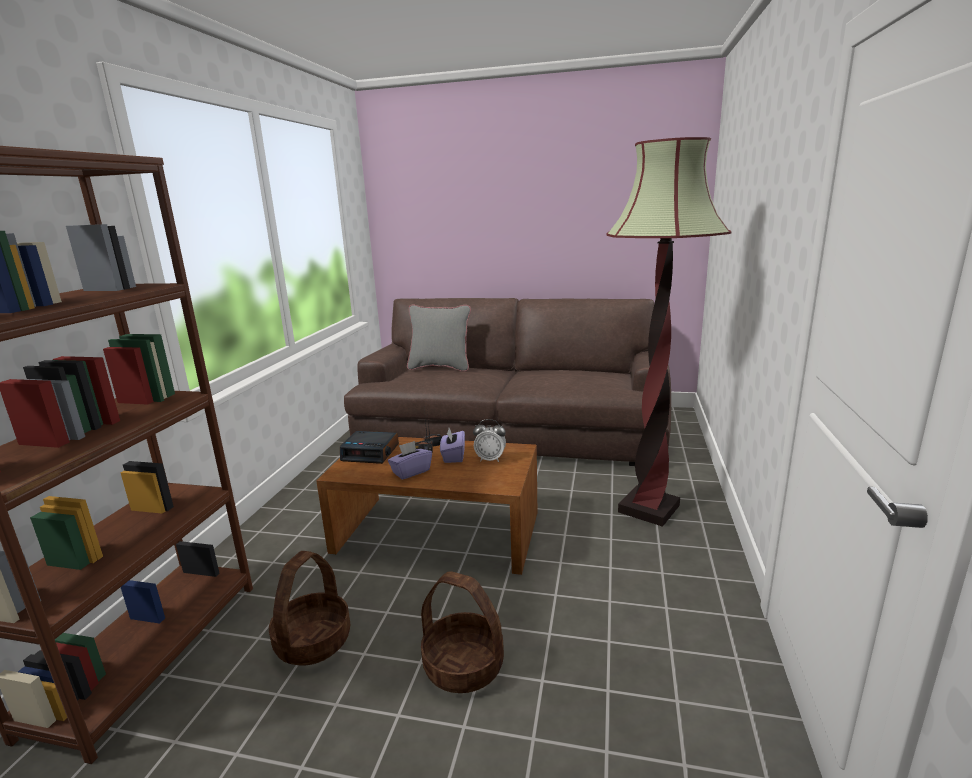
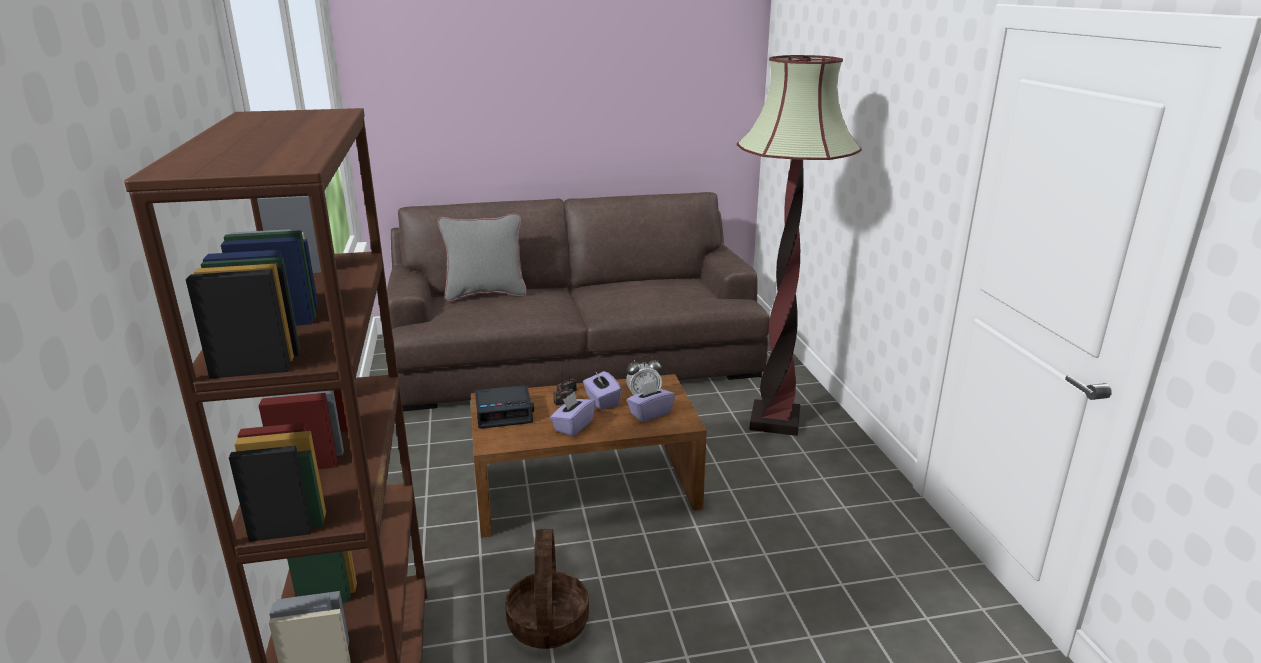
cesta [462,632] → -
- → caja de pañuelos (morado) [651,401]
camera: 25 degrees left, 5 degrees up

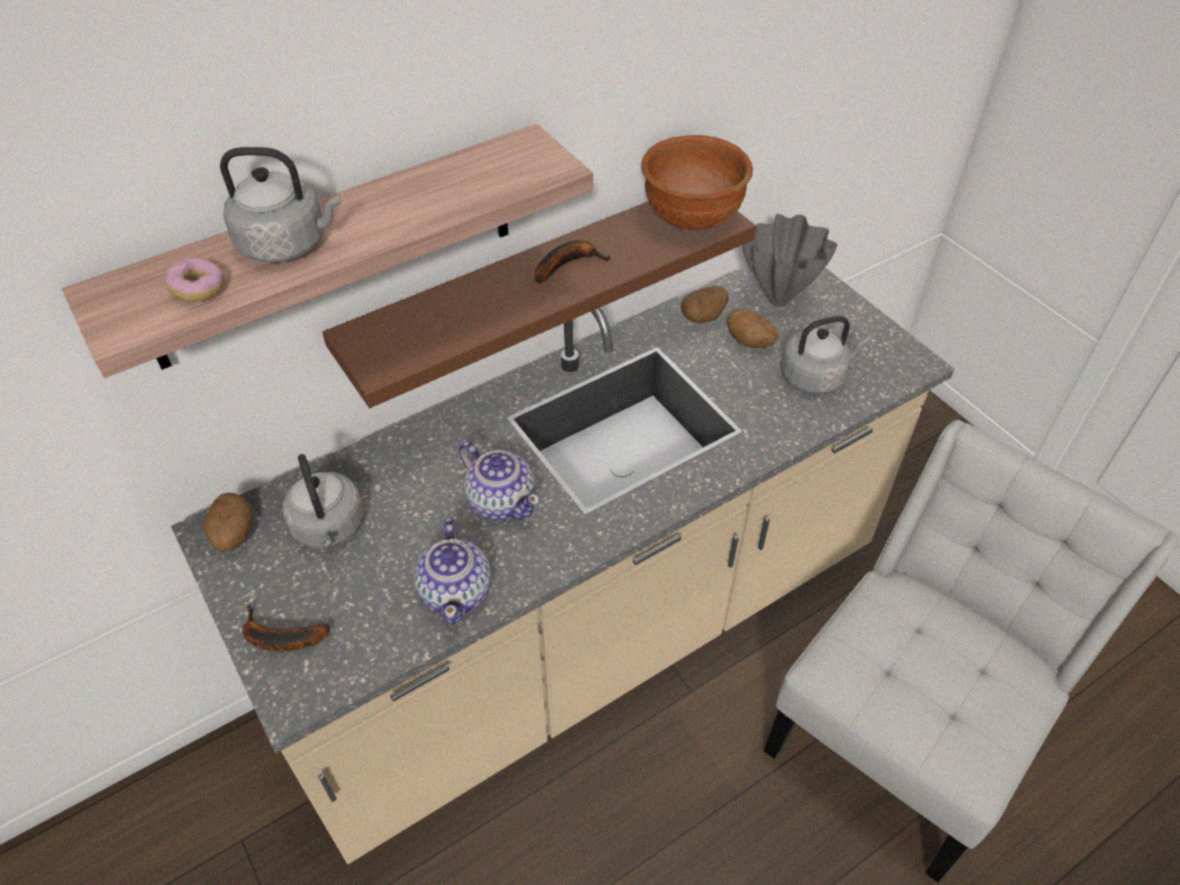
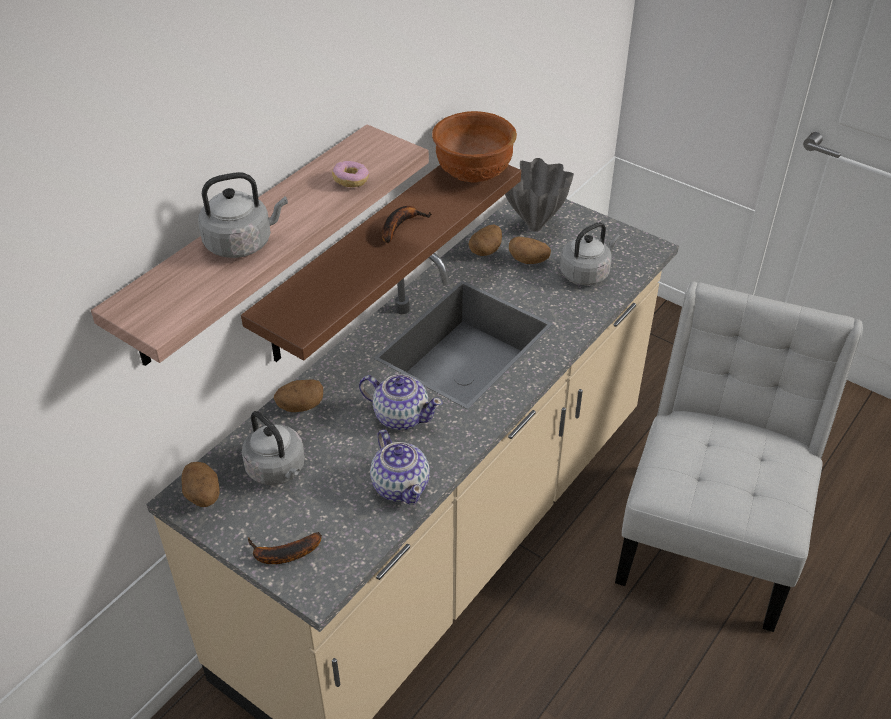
rosquilla [195,280] → rosquilla [350,174], moved
- → patata [298,395]
camera: 20 degrees left, 5 degrees down

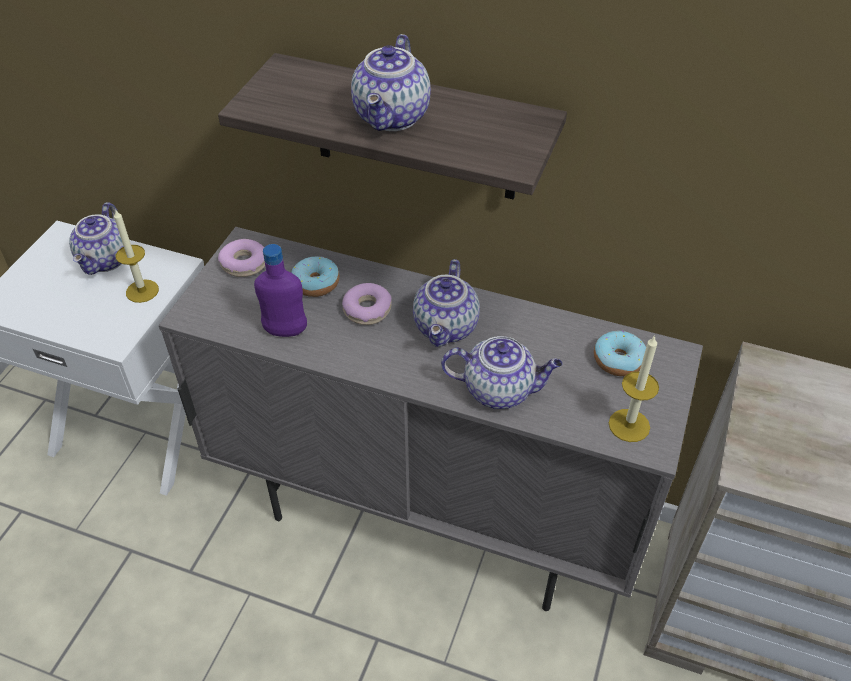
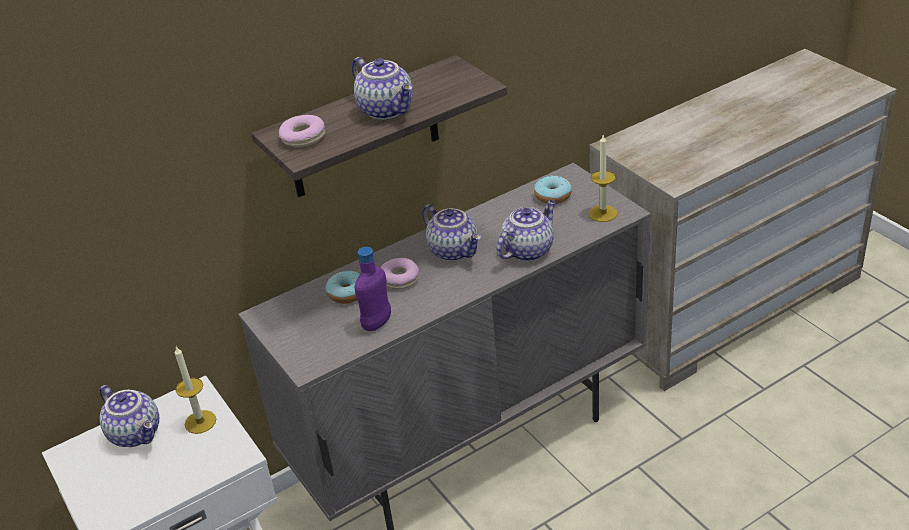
rosquilla [241,258] → rosquilla [302,131], moved
camera: 50 degrees left, 10 degrees down

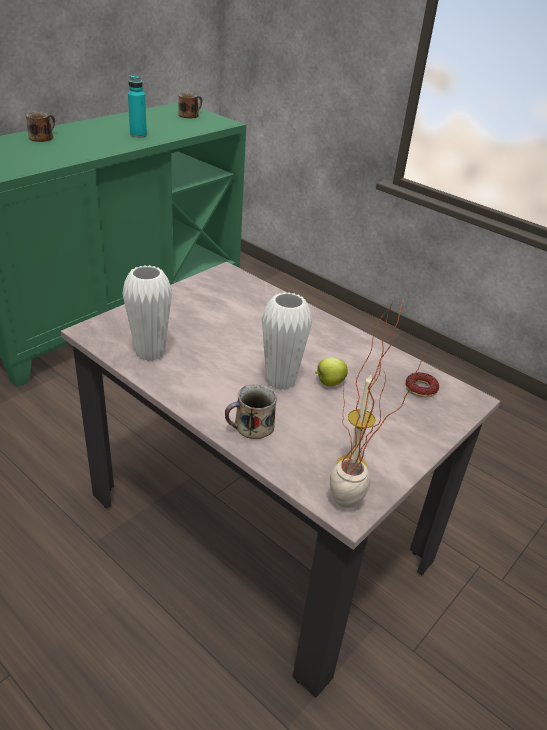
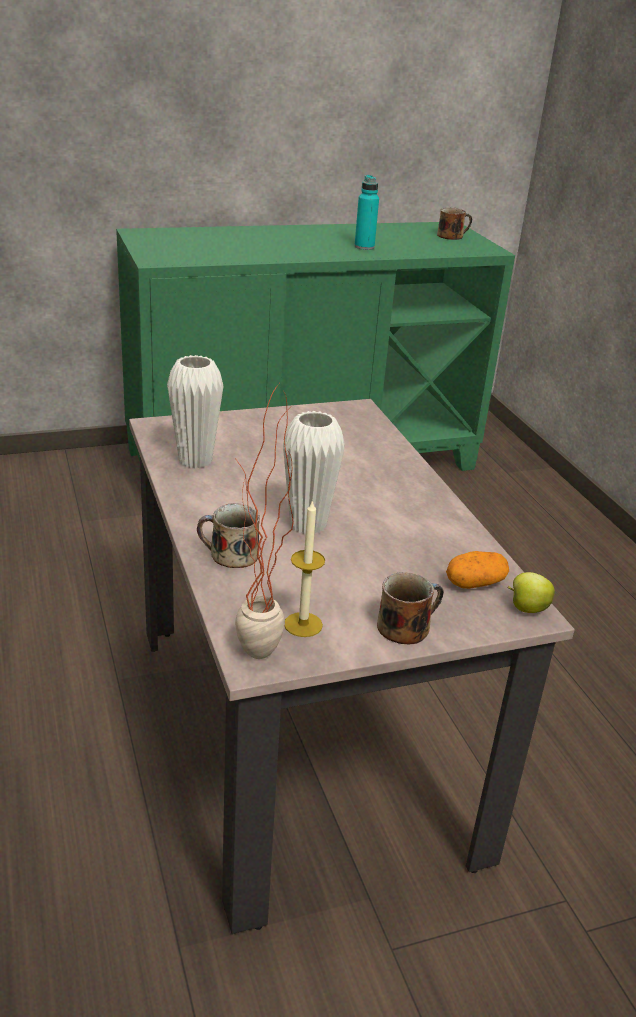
taza grande [40,126] → taza grande [410,608], moved
manzana [331,371] → manzana [531,592], moved
rosquilla [422,385] → patata [477,570]
camera: 30 degrees right, 5 degrees down

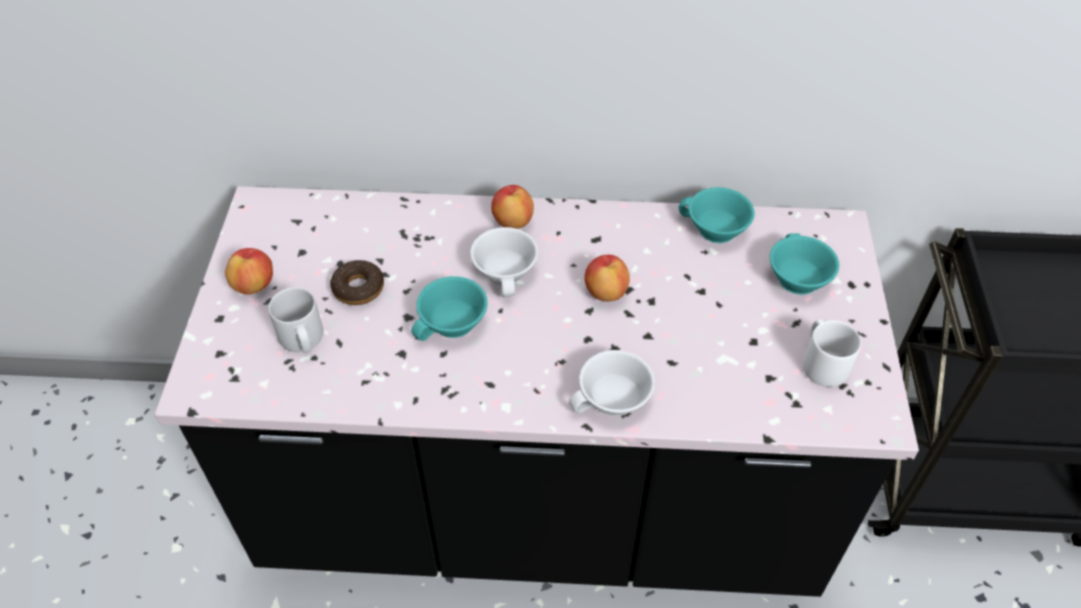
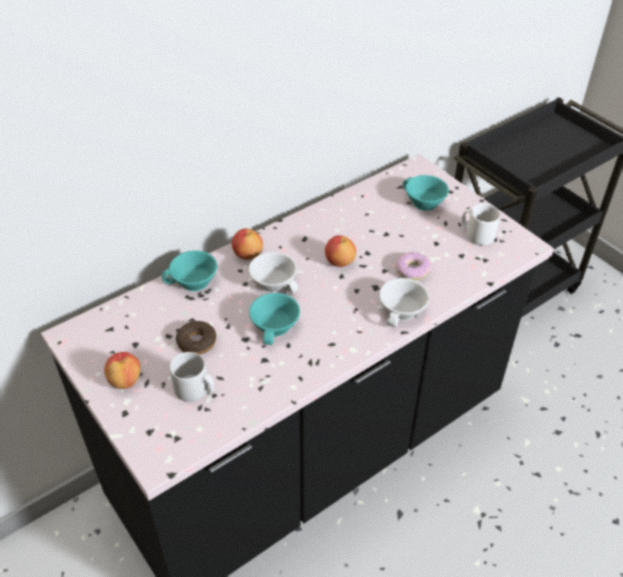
taza (turquesa) [716,215] → taza (turquesa) [189,270], moved
- → rosquilla [413,266]
camera: 40 degrees left, 5 degrees down

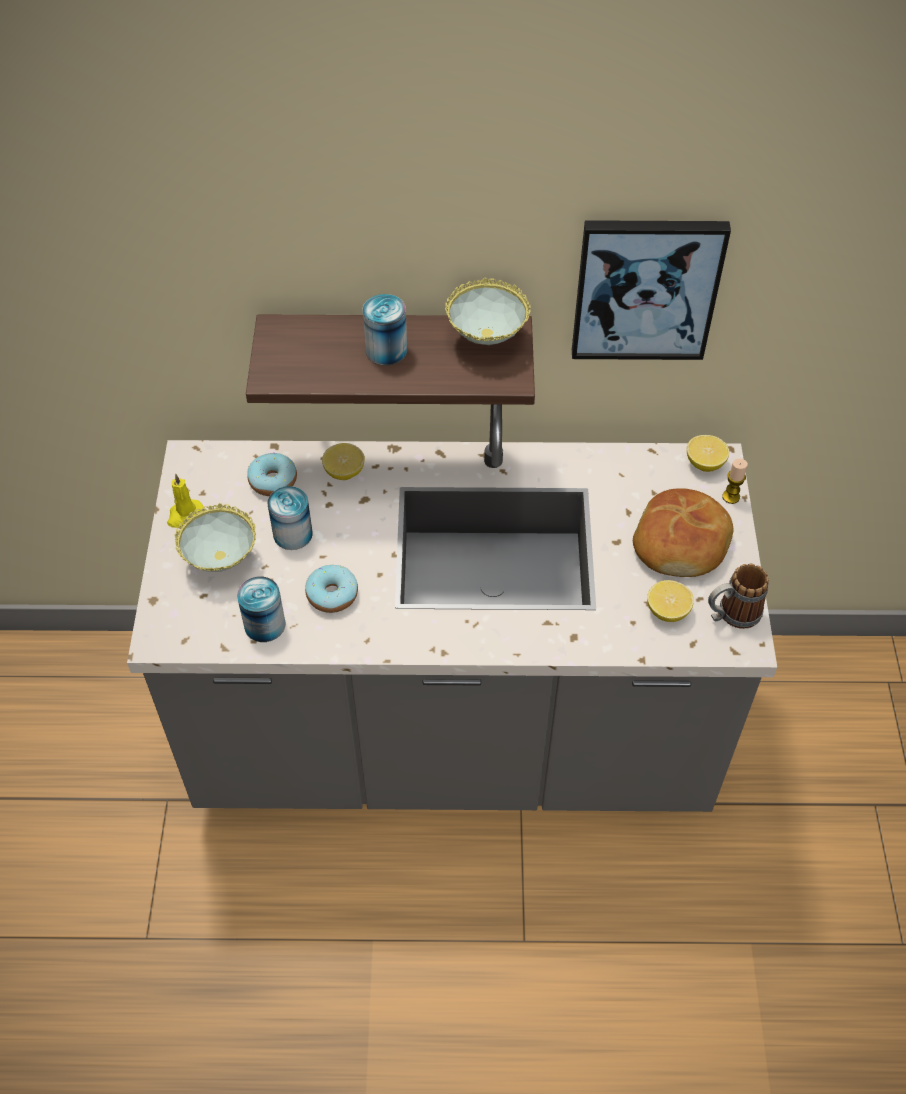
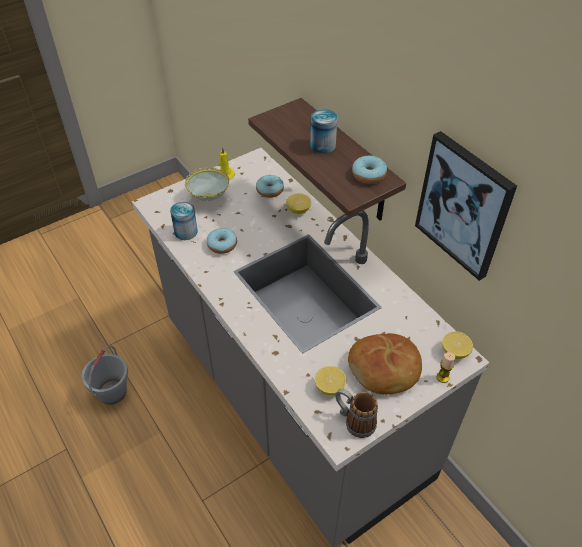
cuenco [488,311] → rosquilla [369,169]
lata [290,518] → -
- → cubo (gris) [105,375]
camera: 55 degrees right, 5 degrees down

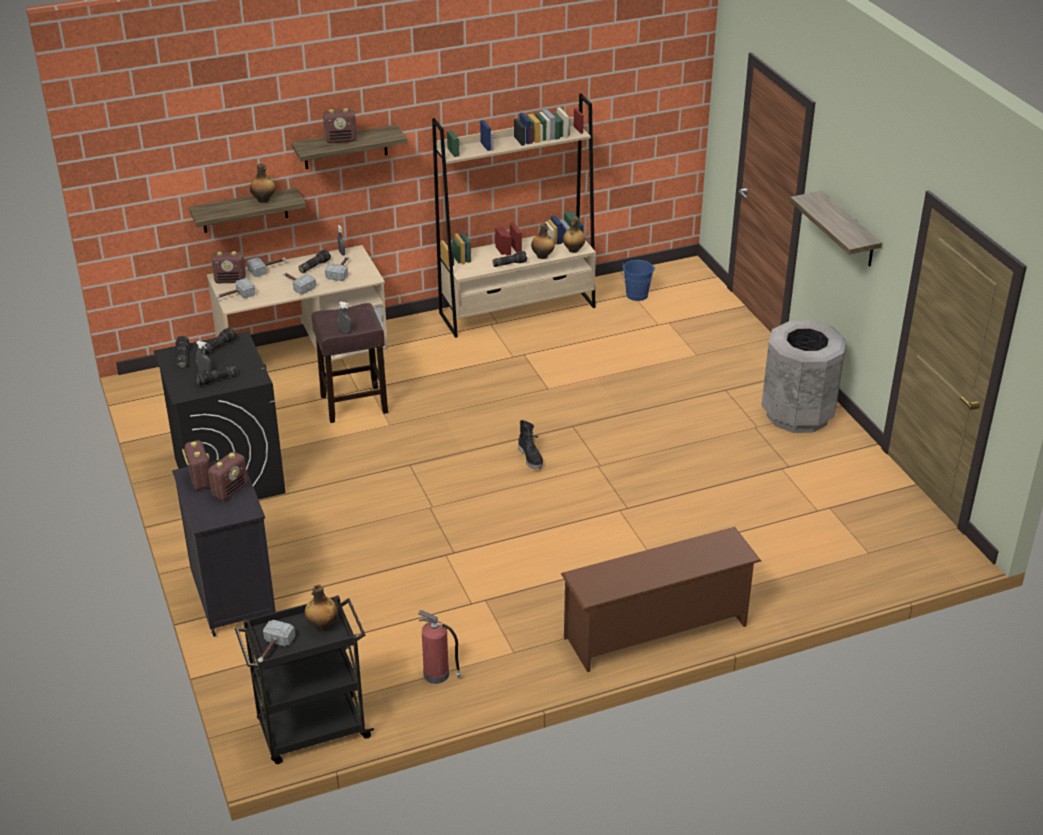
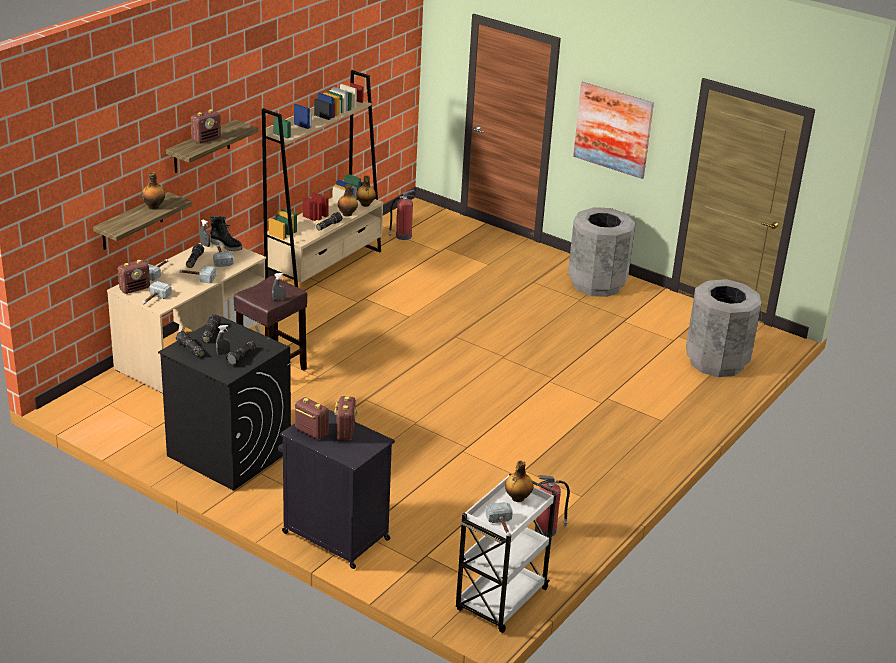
estante [836,229] → cuadro [613,130]
cubo (azul) [638,280] → extintor [402,214]
bota (negro) [530,444] → bota (negro) [226,233], moved
zapatero (marrón) [661,599] → -
carrito (negro) [304,679] → carrito (blanco) [506,553]
- → papelera (gris) [723,328]
camera: 35 degrees left, 5 degrees down

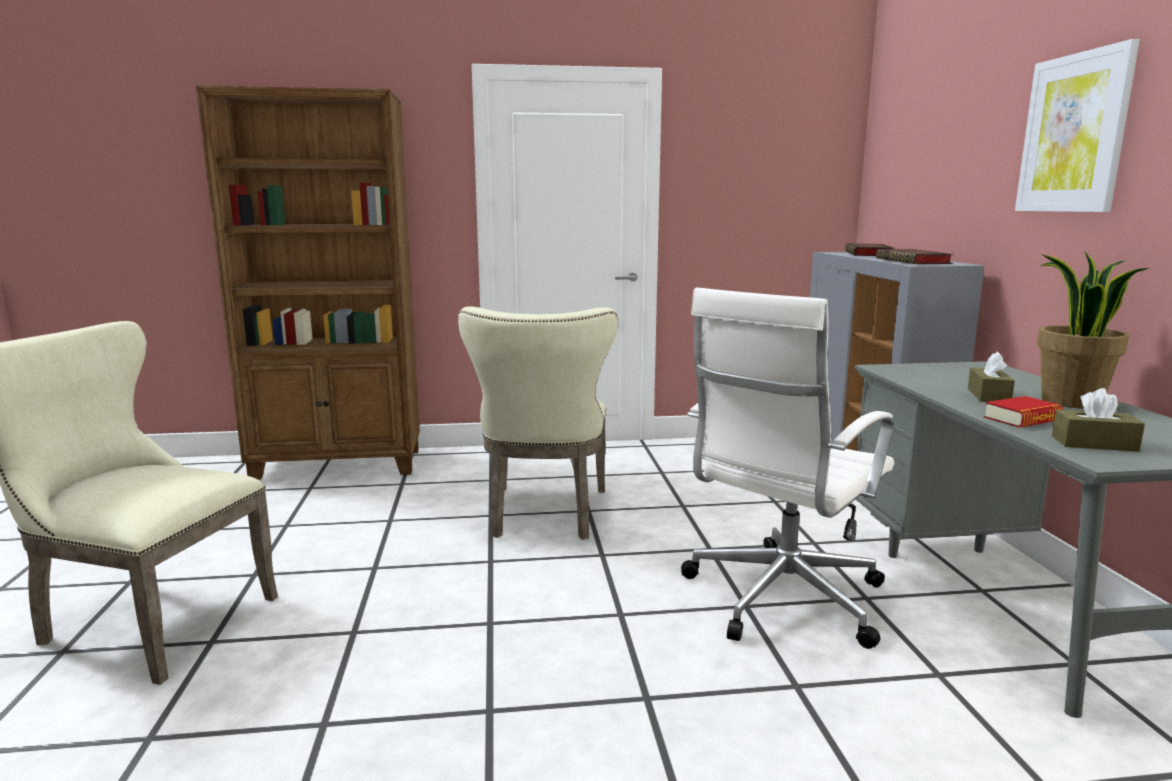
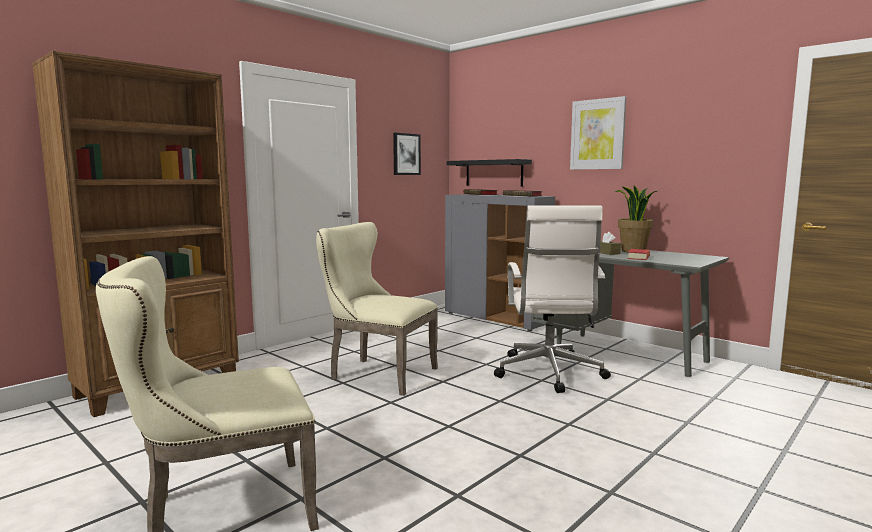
silla (beis) [538,423] → silla (beis) [377,309], 150 degrees clockwise
caja de pañuelos (marrón) [1098,420] → -
- → cuadro [407,154]
- → estante (negro) [489,172]
camera: 40 degrees left, 5 degrees down

